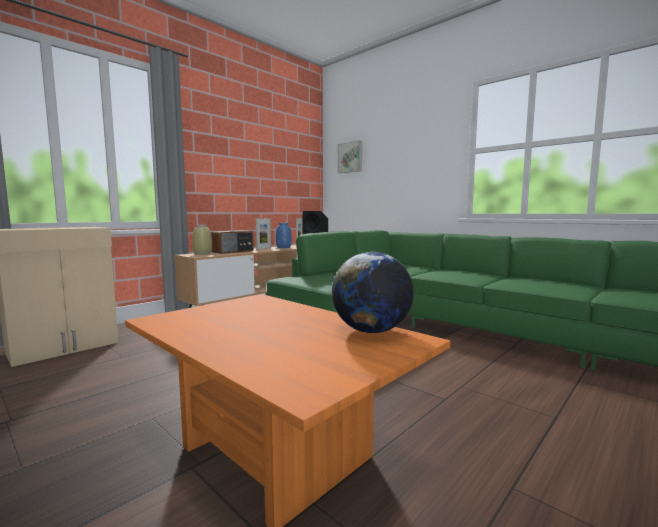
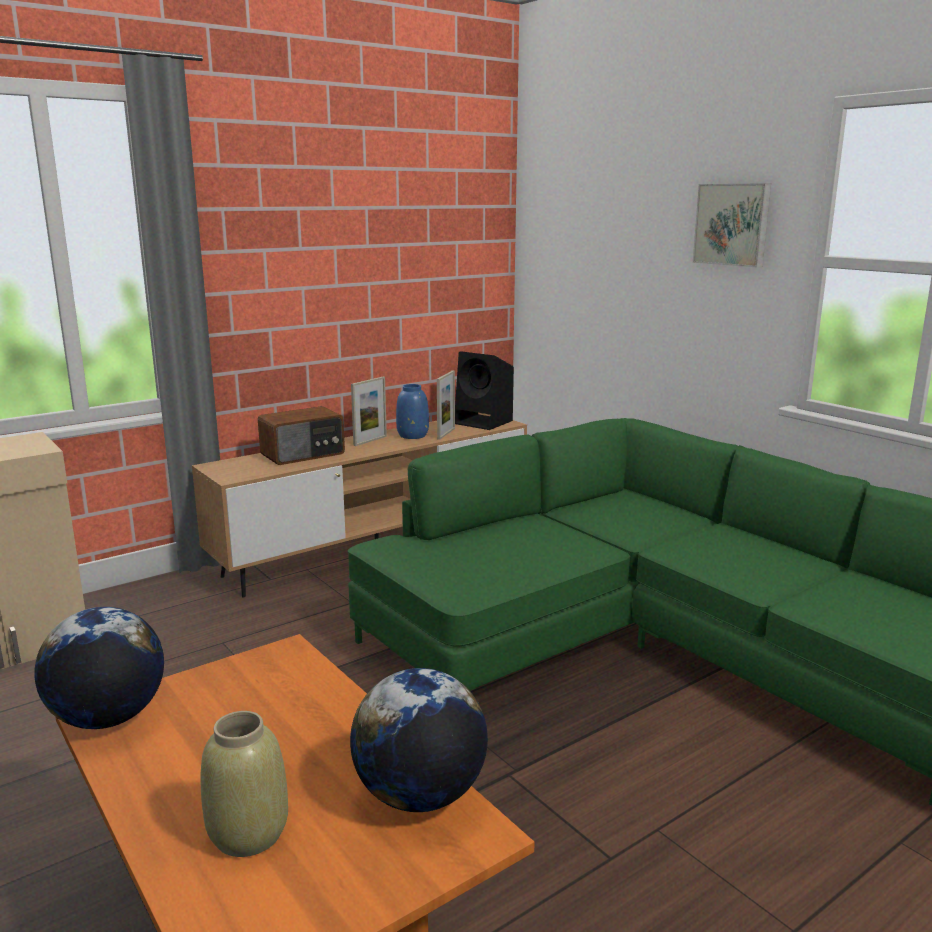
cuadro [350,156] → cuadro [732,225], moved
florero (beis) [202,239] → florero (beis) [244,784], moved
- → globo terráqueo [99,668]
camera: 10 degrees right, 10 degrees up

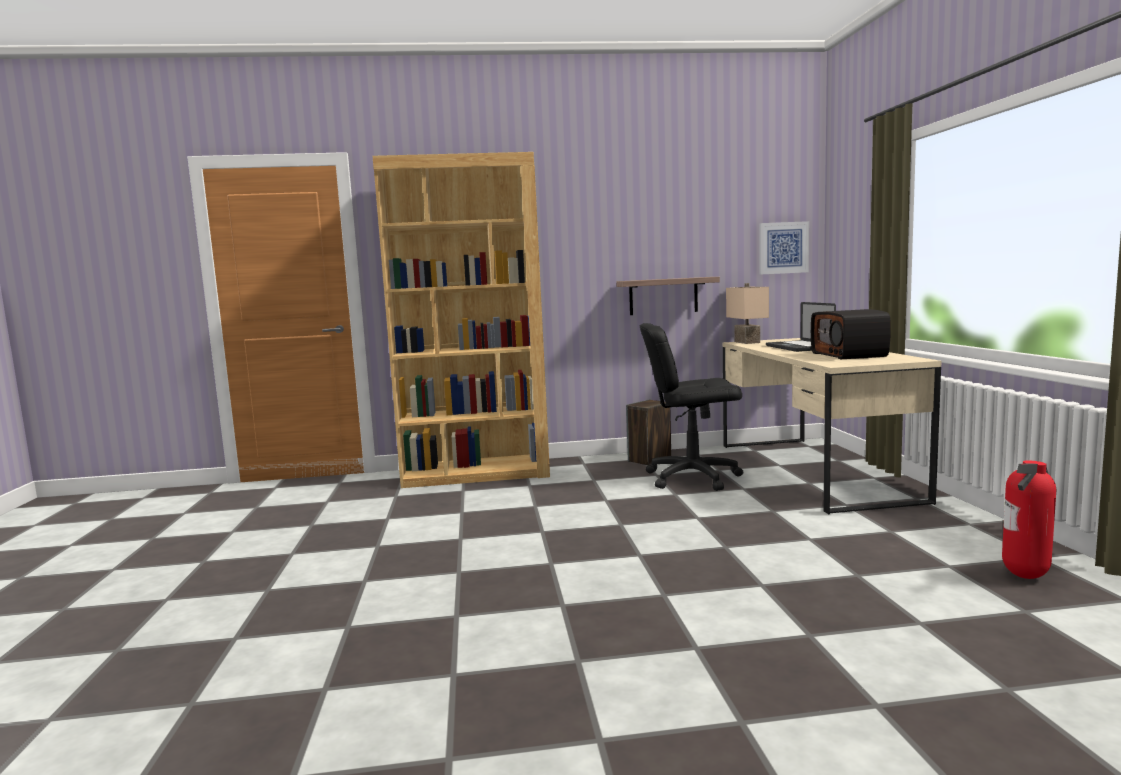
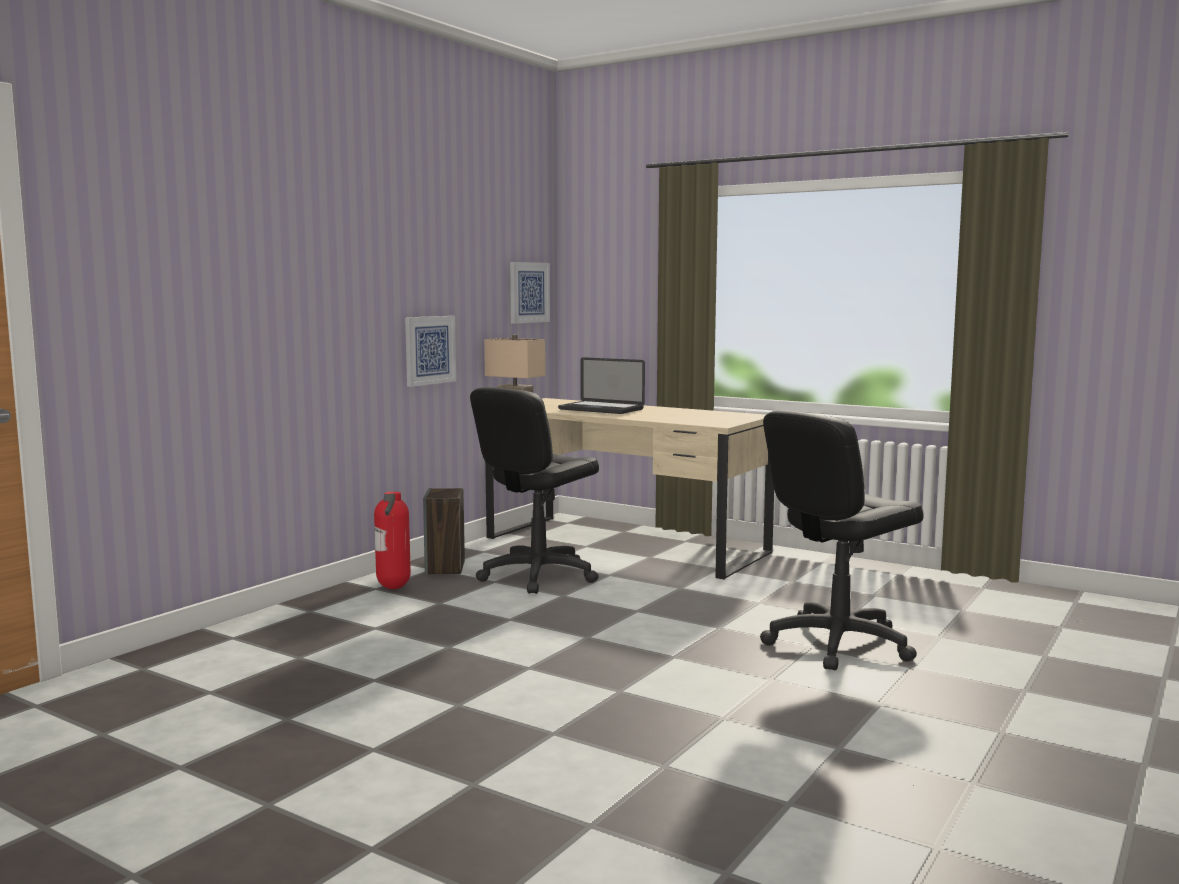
estantería (marrón) [461,320] → -
estante [668,296] → cuadro [430,351]
radio [851,334] → -
extintor [1029,519] → extintor [392,540], moved
- → silla de oficina (negro) [842,540]
camera: 50 degrees left, 0 degrees up

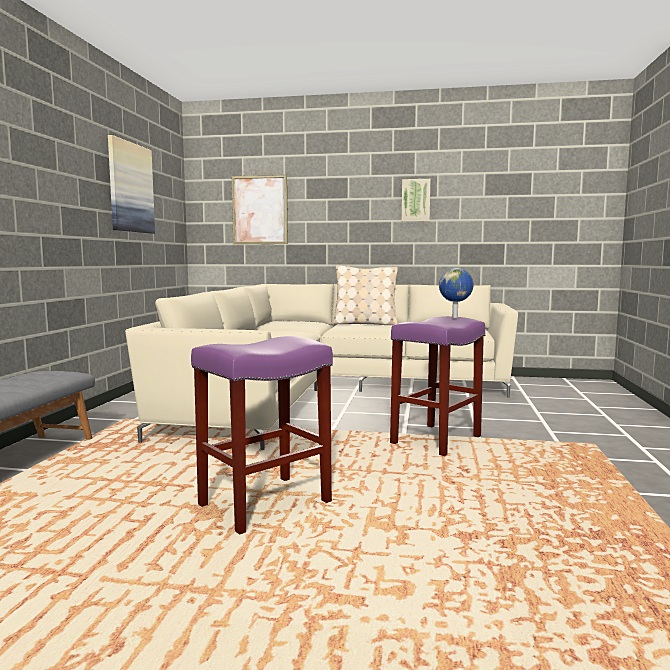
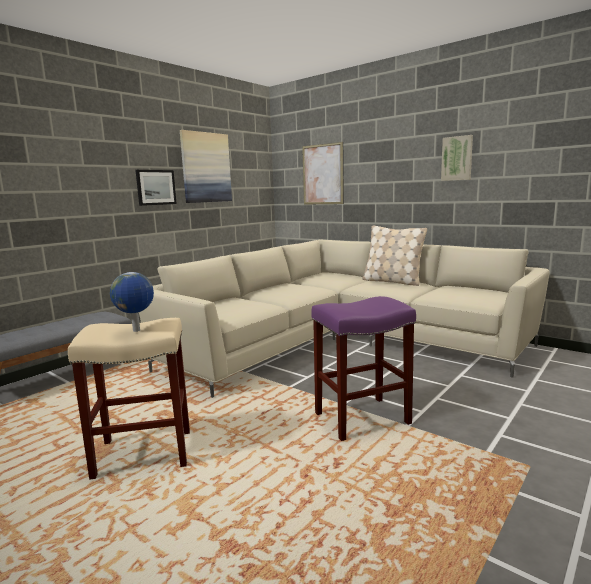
globo terráqueo [456,293] → globo terráqueo [132,302], moved
taburete (morado) [262,435] → taburete (beis) [129,399]
- → cuadro [156,188]
camera: 30 degrees right, 5 degrees up

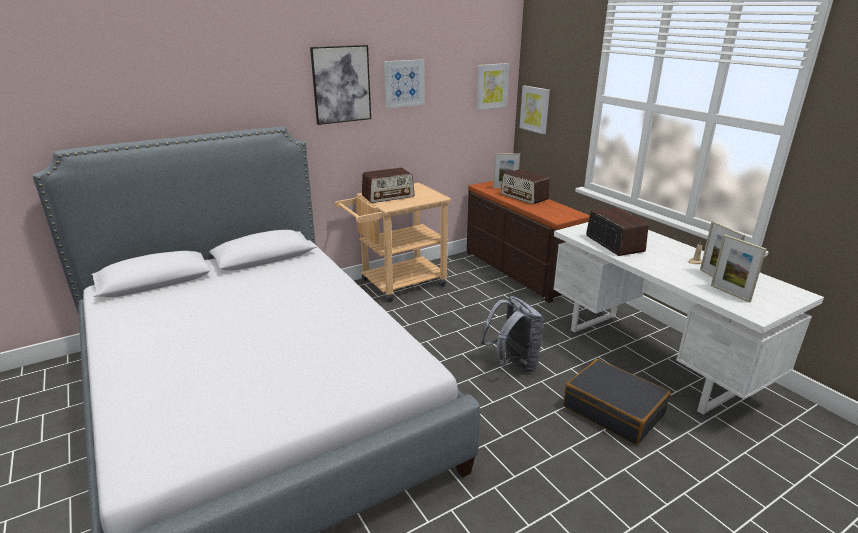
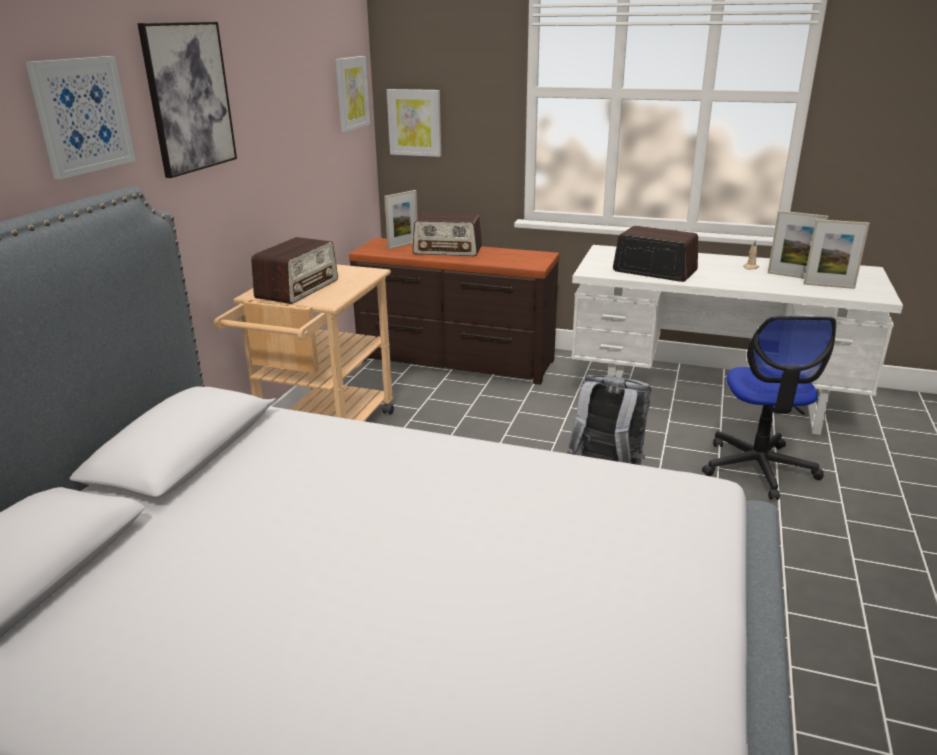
cuadro [404,83] → cuadro [81,117], moved
maleta (negro) [617,402] → silla de oficina [769,408]
camera: 40 degrees left, 0 degrees up

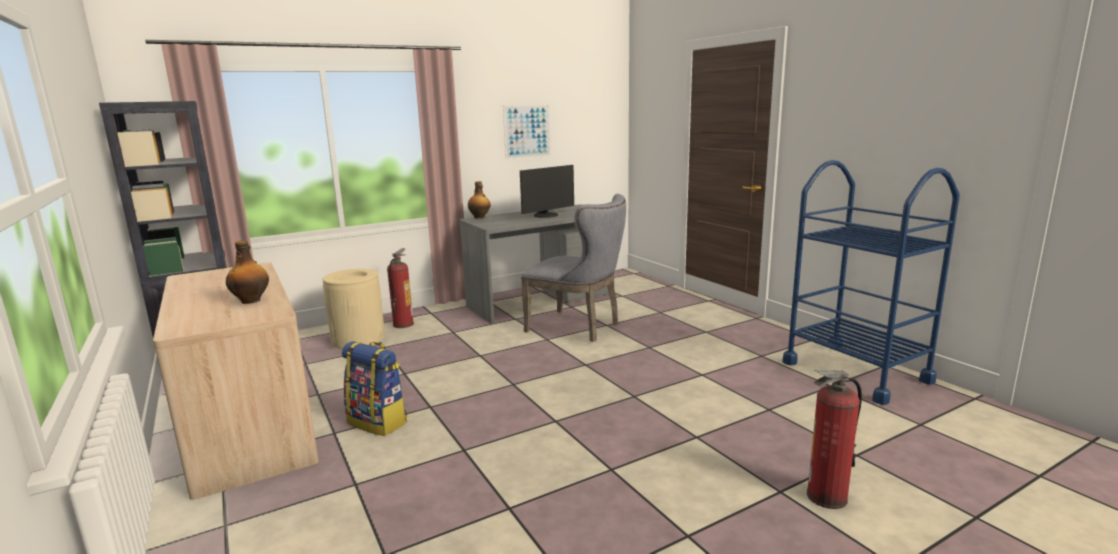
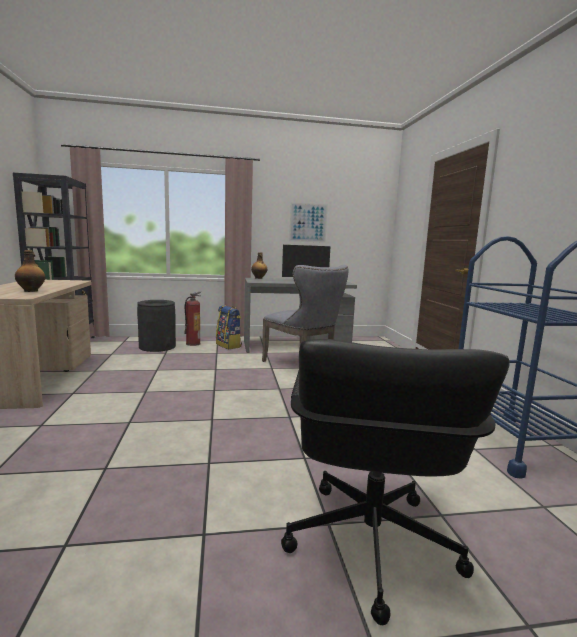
papelera (beis) [353,309] → papelera (negro) [156,326]
mochila [374,388] → mochila [229,327], moved
extintor [834,439] → silla de oficina (negro) [395,482]
camera: 20 degrees right, 5 degrees down

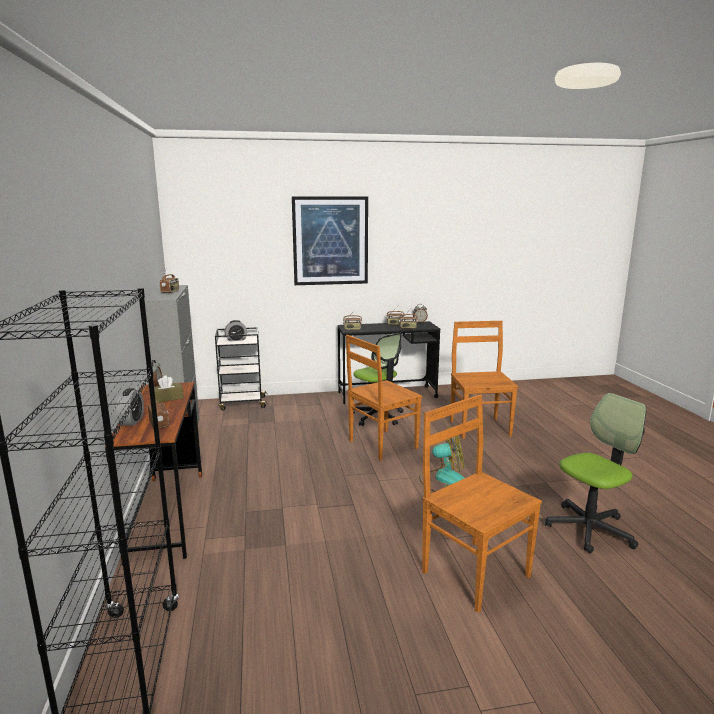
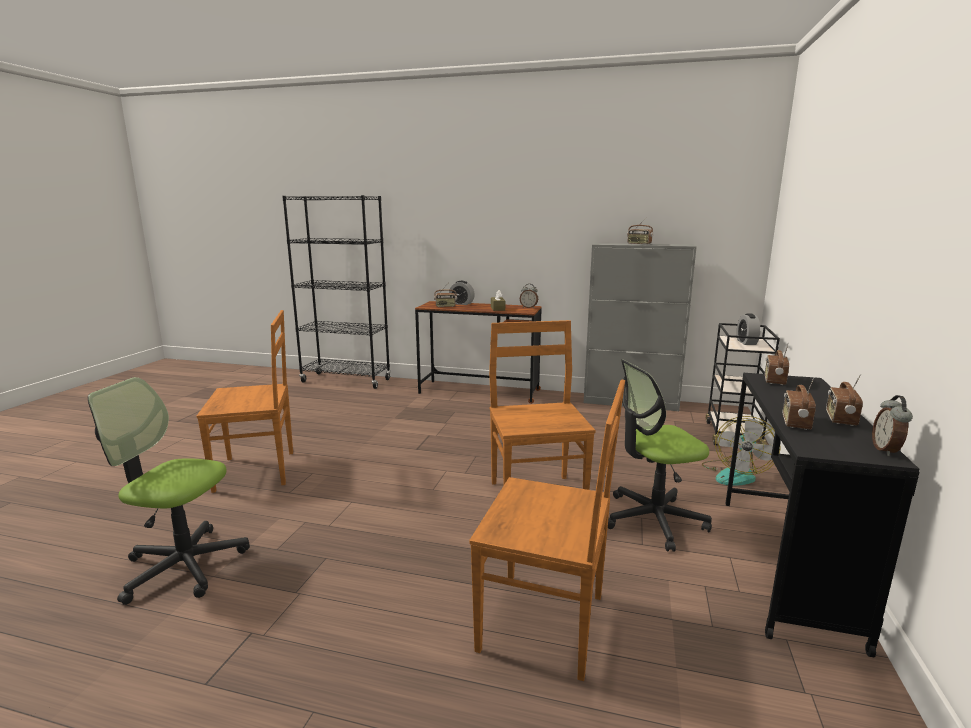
cuadro [330,241] → -
silla de oficina [595,473] → silla de oficina [169,491], 105 degrees clockwise
ventilador [441,459] → ventilador [741,451], moved
camera: 115 degrees right, 0 degrees up

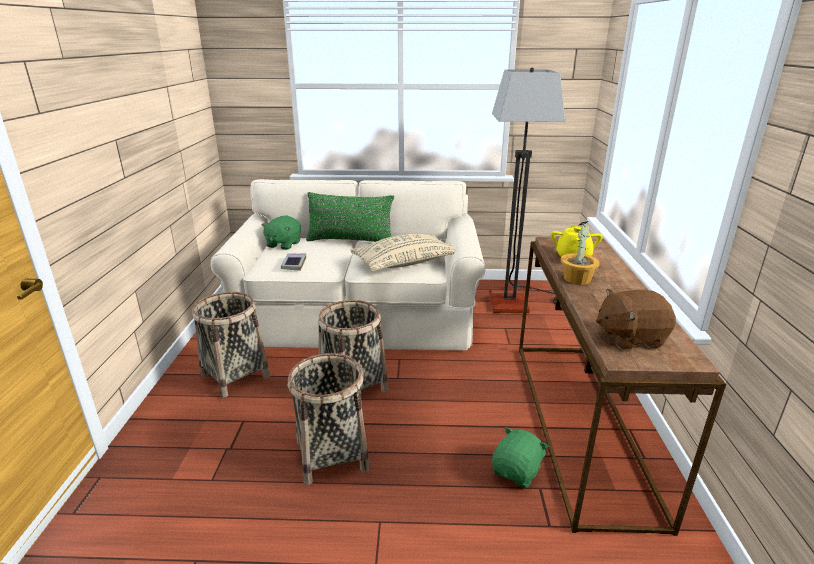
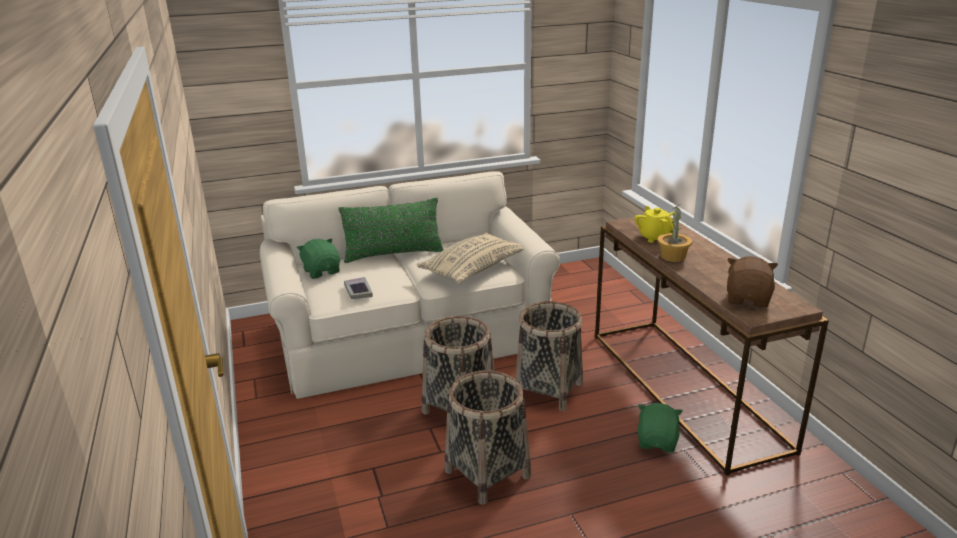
lámpara de pie [527,190] → -
peluche (verde) [281,232] → peluche (verde) [318,259], 150 degrees clockwise
peluche (marrón) [636,319] → peluche (marrón) [752,282], 135 degrees clockwise
cesta [231,344] → cesta [549,356], moved
camera: 20 degrees left, 0 degrees up

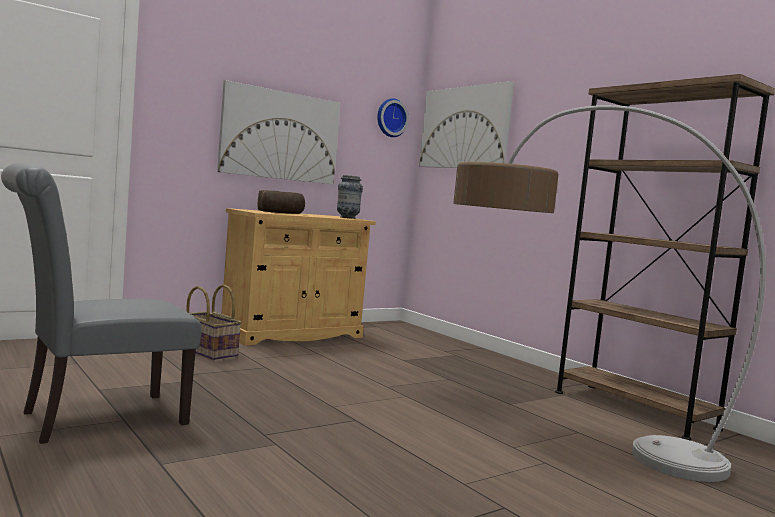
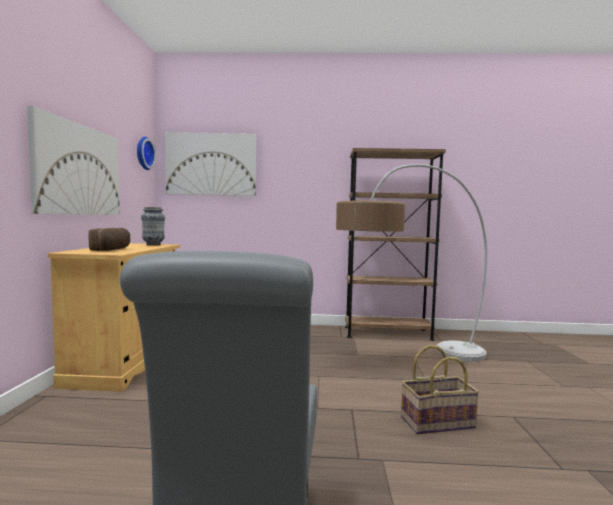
cesta [214,322] → cesta [440,390], moved
camera: 50 degrees left, 0 degrees up

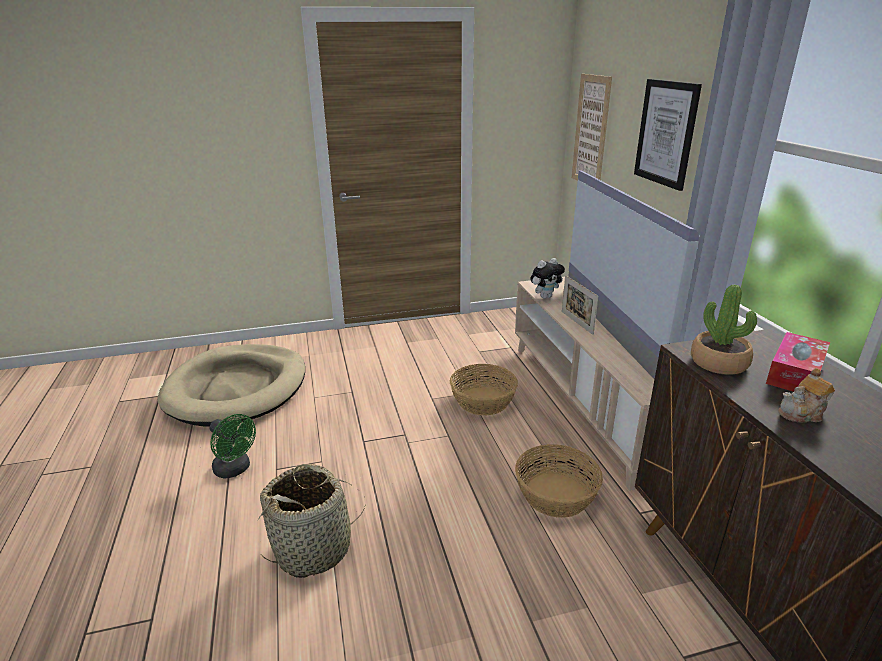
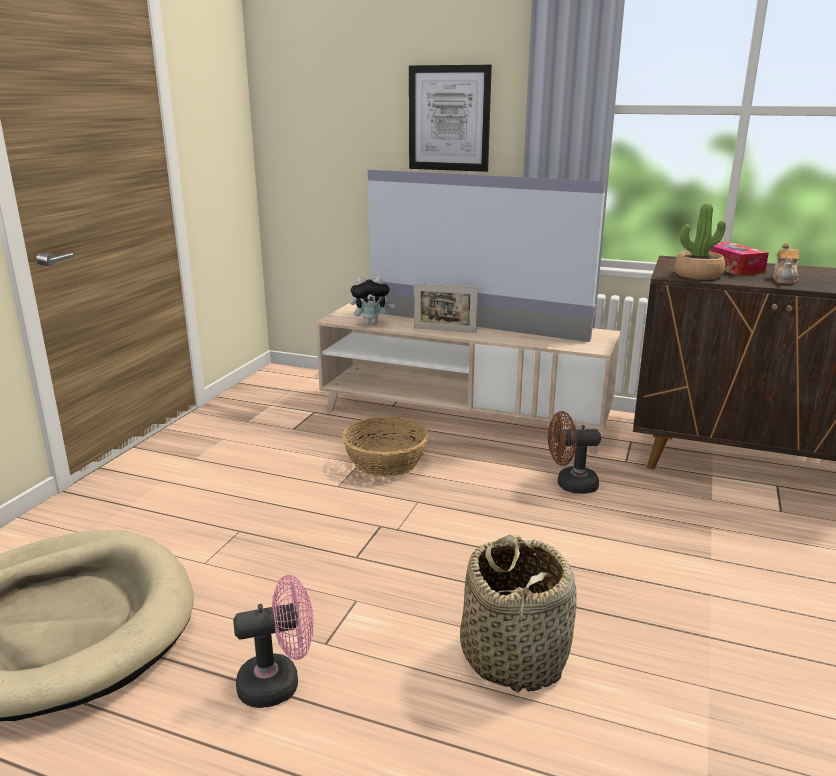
cuadro [592,127] → -
peluche [547,278] → peluche [372,300], 75 degrees clockwise
ventilador (verde) [233,446] → ventilador (rosa) [273,641]
cesta [559,481] → ventilador (marrón) [574,452]
camera: 55 degrees left, 5 degrees down

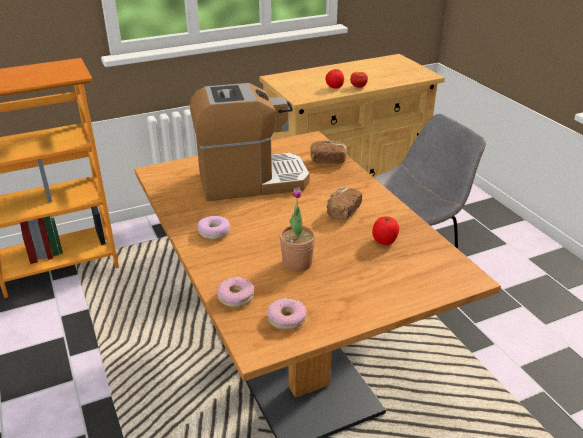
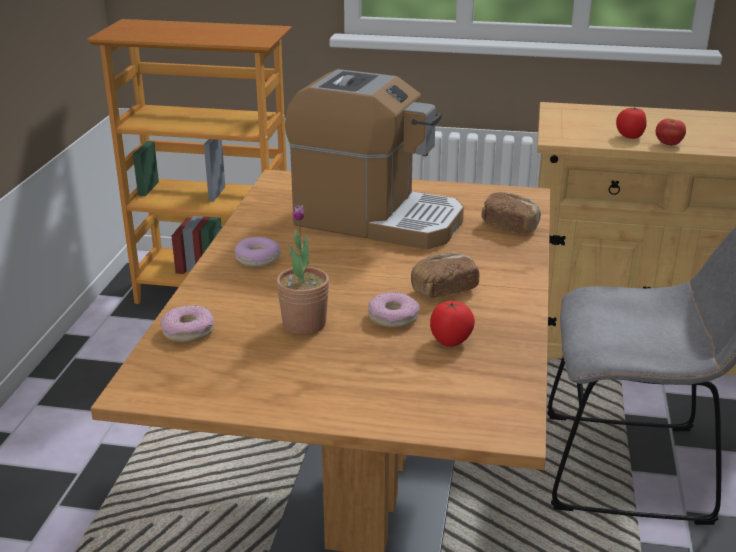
rosquilla [287,314] → rosquilla [394,310], moved
camera: 35 degrees right, 5 degrees down

